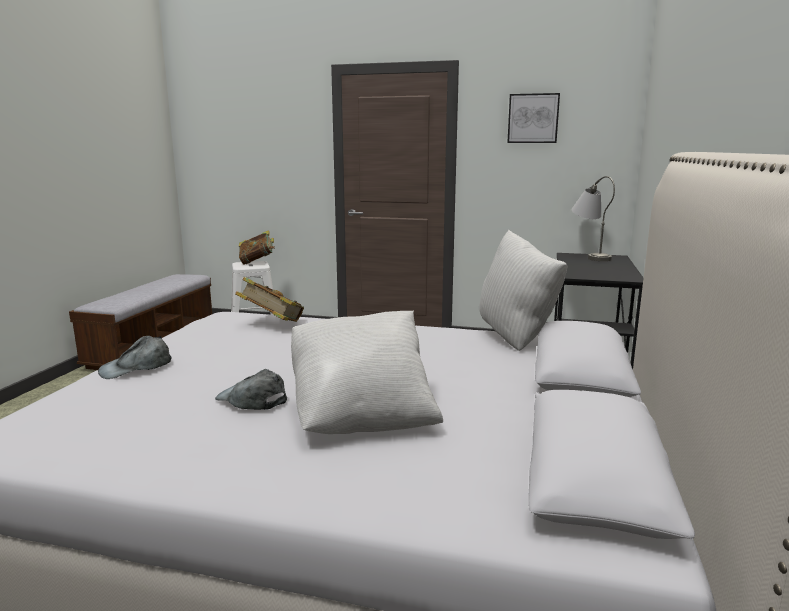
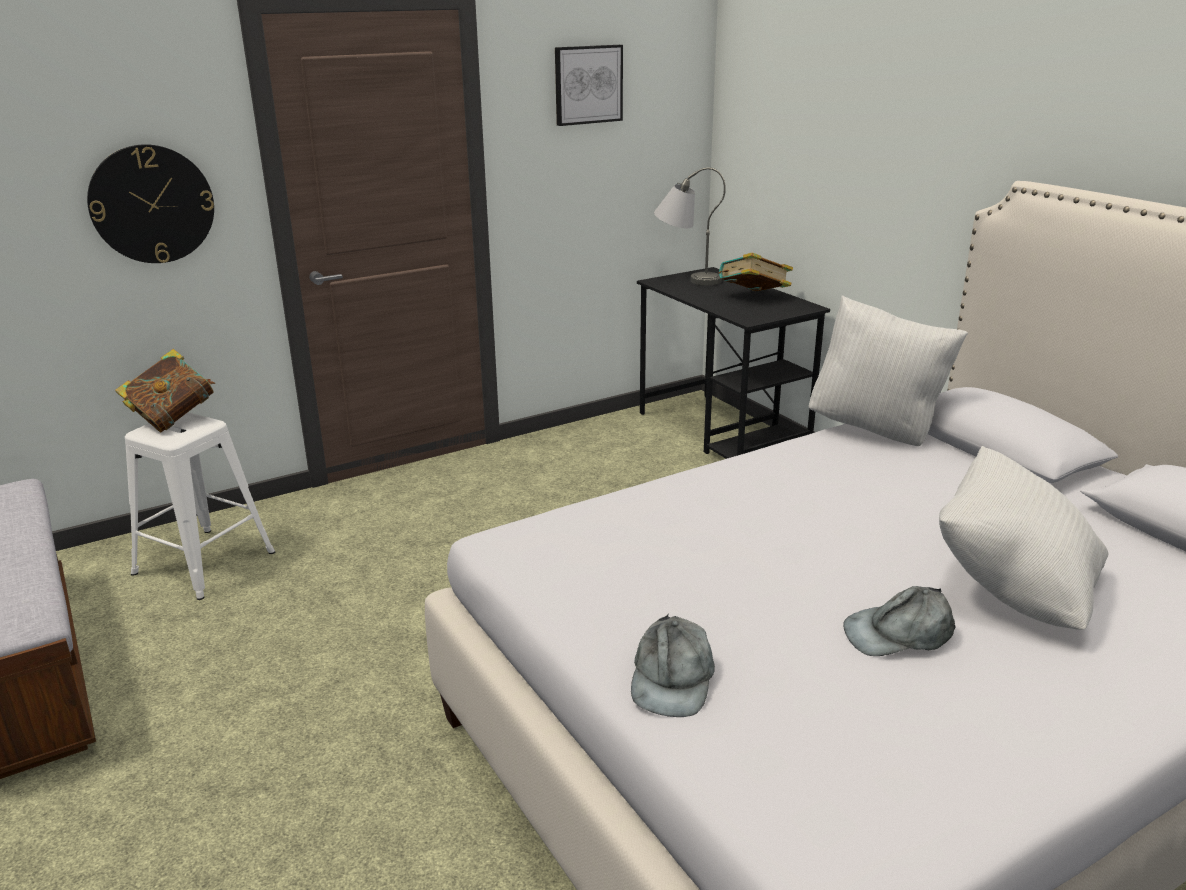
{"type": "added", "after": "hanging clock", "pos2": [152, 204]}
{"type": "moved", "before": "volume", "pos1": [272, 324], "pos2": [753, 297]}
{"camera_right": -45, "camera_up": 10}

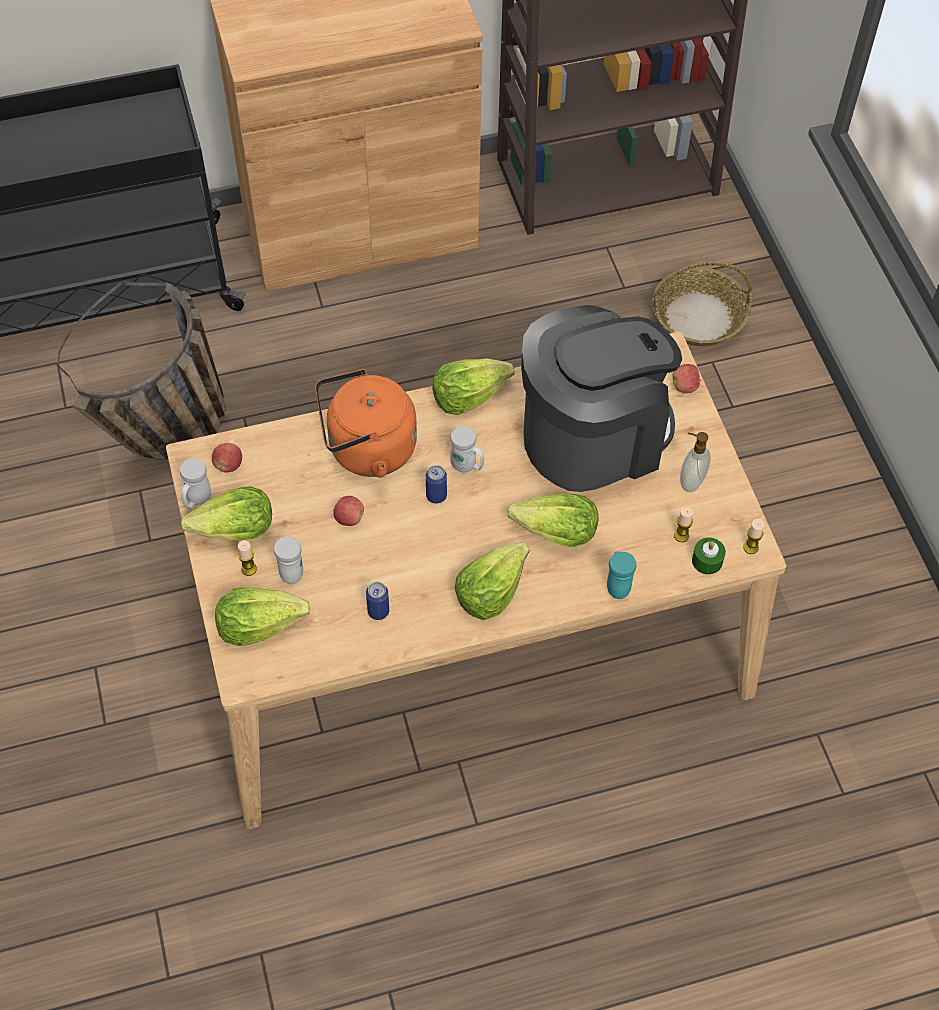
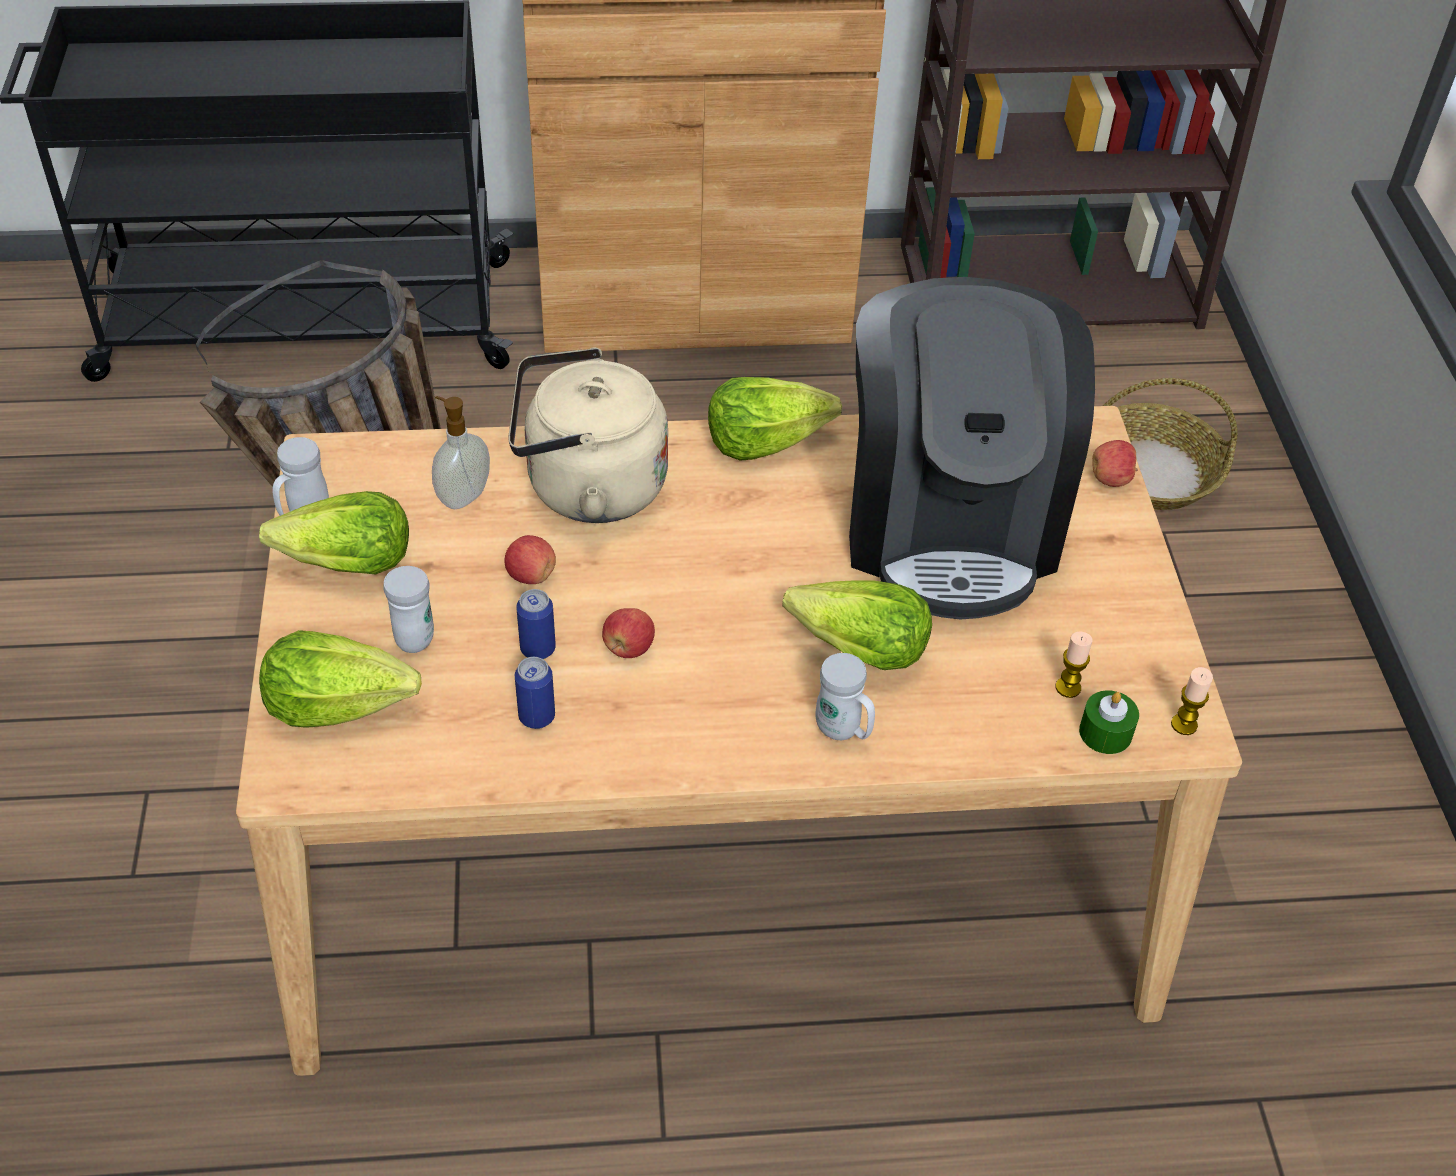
{"type": "moved", "before": "liquid soap bottle", "pos1": [690, 481], "pos2": [462, 495]}
{"type": "recoloured", "before": "orange water kettle", "after": "beige water kettle", "pos1": [366, 450], "pos2": [587, 487]}
{"type": "moved", "before": "sealed can", "pos1": [436, 496], "pos2": [538, 649]}
{"type": "moved", "before": "apple", "pos1": [228, 465], "pos2": [628, 648]}
{"type": "moved", "before": "white-coloured coffee mug", "pos1": [467, 466], "pos2": [843, 731]}
{"type": "turned", "before": "coffee maker", "pos1": [593, 436], "pos2": [949, 523], "turn": 105}
{"type": "removed", "before": "wax light", "pos1": [249, 569]}
{"type": "removed", "before": "lettuce", "pos1": [490, 591]}
{"type": "removed", "before": "blue-green coffee mug", "pos1": [617, 585]}
{"camera_right": 10, "camera_up": -10}

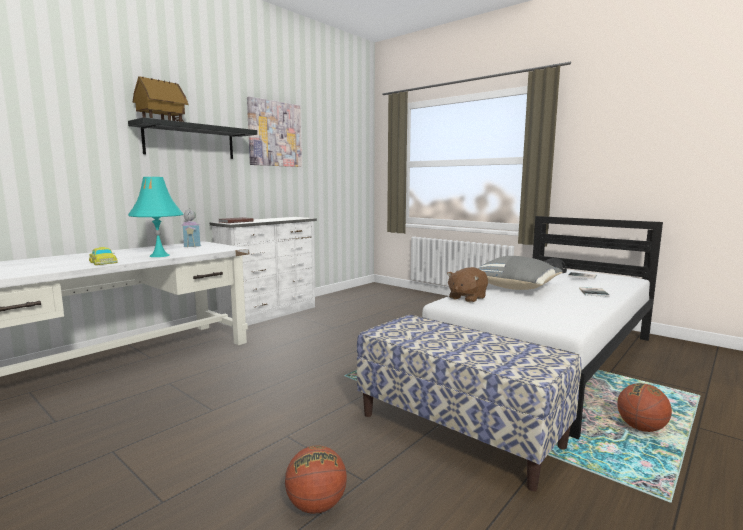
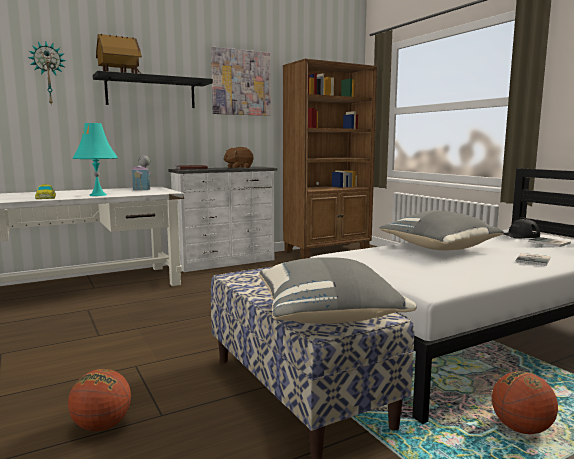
{"type": "added", "after": "hanging clock", "pos2": [48, 73]}
{"type": "moved", "before": "brownish soft toy", "pos1": [466, 298], "pos2": [238, 168]}
{"type": "added", "after": "gray throw pillow", "pos2": [329, 317]}
{"type": "added", "after": "brownish bookcase", "pos2": [328, 251]}
{"camera_right": 20, "camera_up": 0}

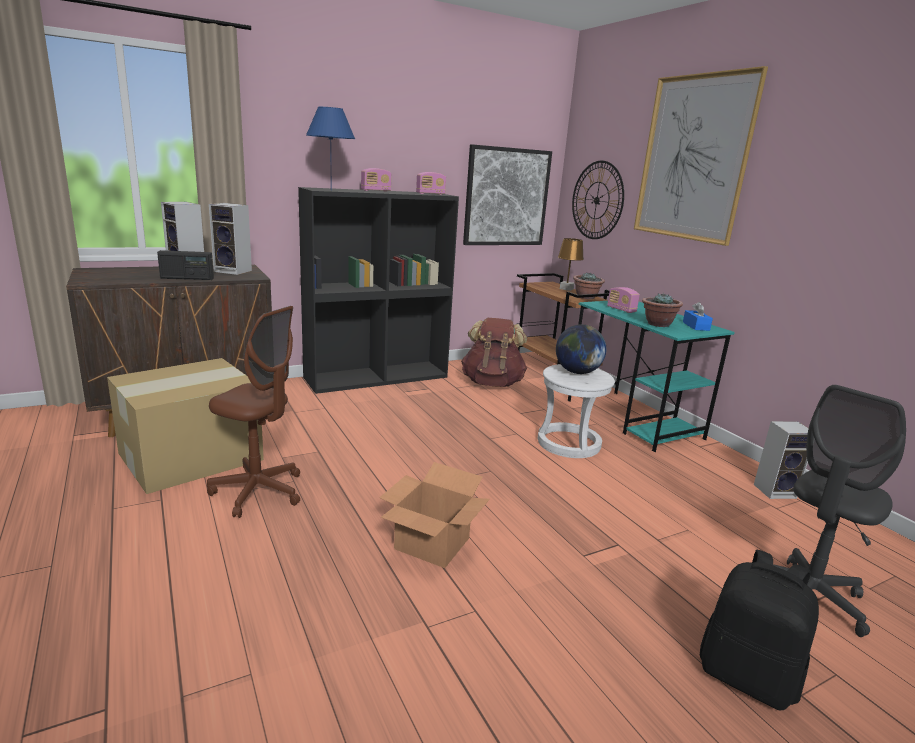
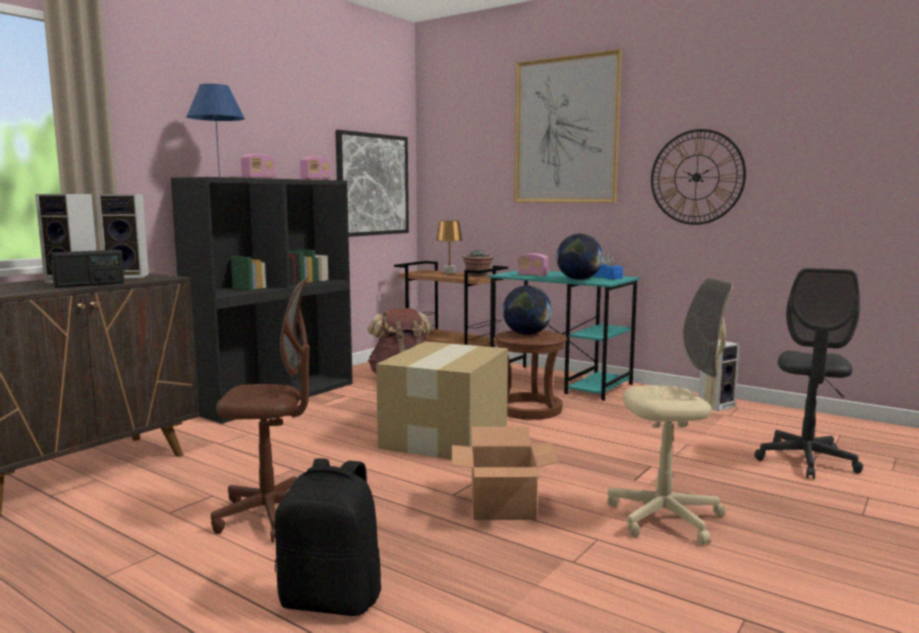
{"type": "moved", "before": "blackish rucksack", "pos1": [747, 676], "pos2": [332, 599]}
{"type": "moved", "before": "carton", "pos1": [193, 456], "pos2": [447, 435]}
{"type": "recoloured", "before": "white-coloured sitting stool", "after": "brownish sitting stool", "pos1": [568, 443], "pos2": [529, 409]}
{"type": "replaced", "before": "houseplant", "after": "globe", "pos1": [658, 324], "pos2": [578, 279]}
{"type": "added", "after": "beige desk chair", "pos2": [665, 518]}
{"type": "moved", "before": "hanging clock", "pos1": [597, 200], "pos2": [696, 177]}
{"camera_right": -25, "camera_up": -10}

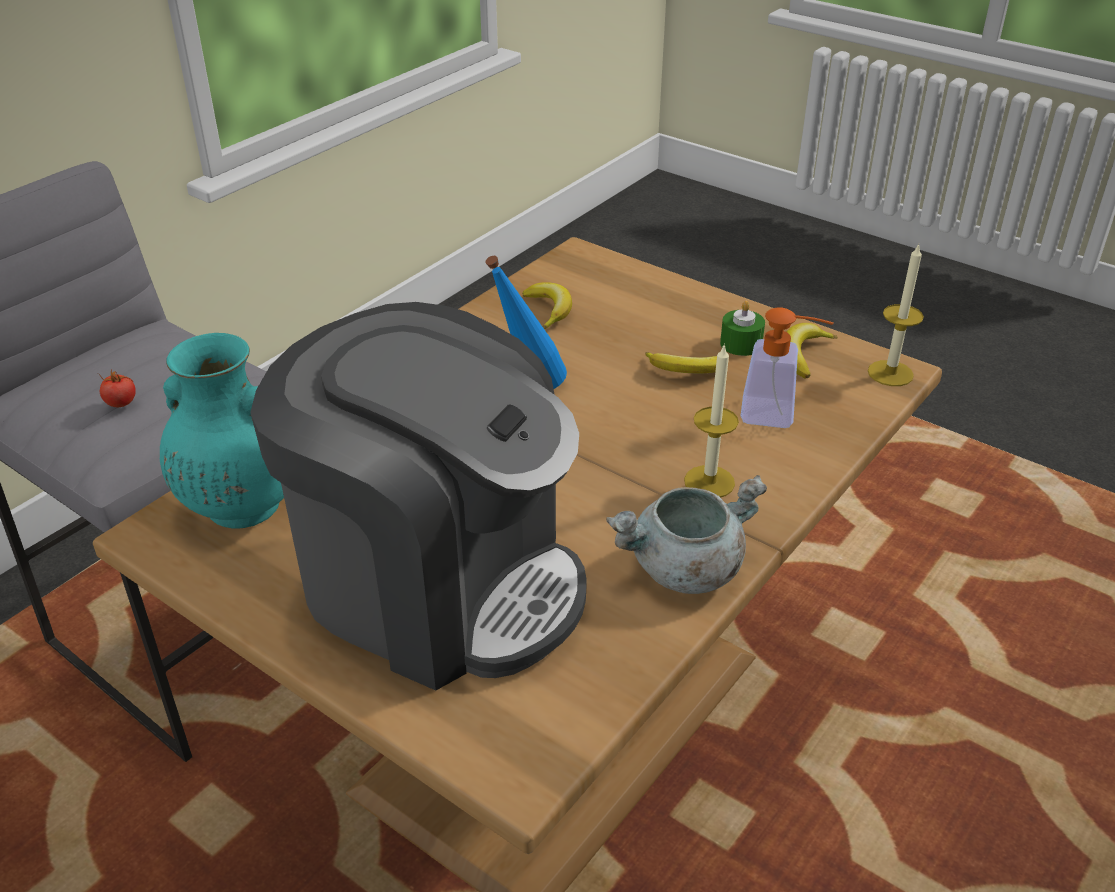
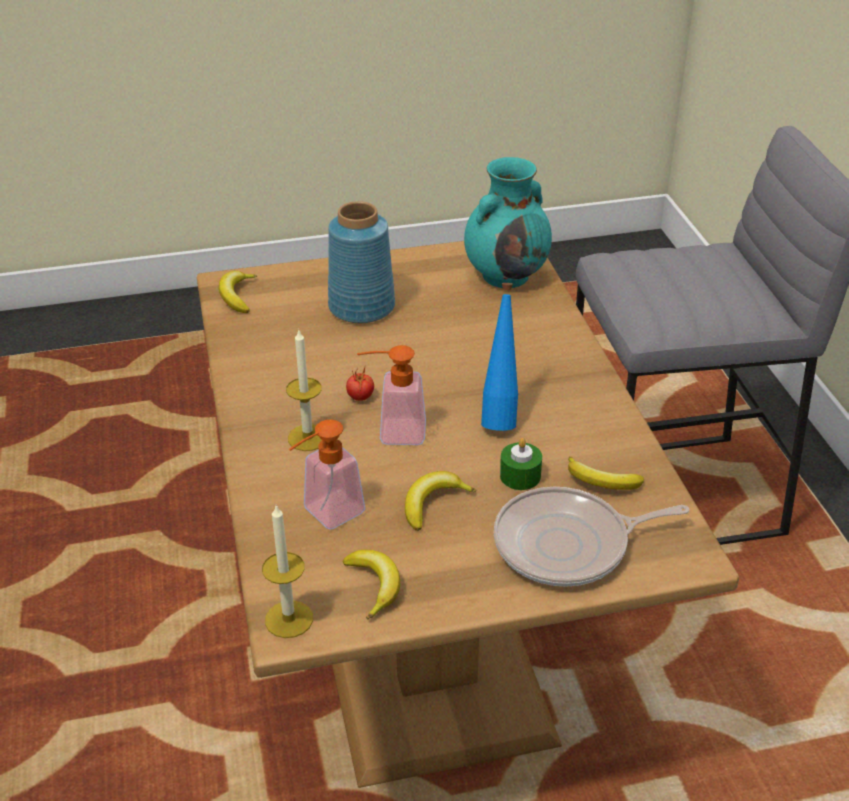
{"type": "added", "after": "whole banana", "pos2": [237, 296]}
{"type": "replaced", "before": "coffee maker", "after": "bluish flower vase", "pos1": [438, 583], "pos2": [362, 307]}
{"type": "moved", "before": "fresh tomato", "pos1": [121, 403], "pos2": [360, 397]}
{"type": "added", "after": "liquid soap bottle", "pos2": [393, 432]}
{"type": "added", "after": "skillet", "pos2": [568, 545]}
{"type": "moved", "before": "green wax light", "pos1": [741, 344], "pos2": [520, 476]}
{"type": "removed", "before": "gray cooking pot", "pos1": [684, 570]}
{"camera_right": 130, "camera_up": 0}

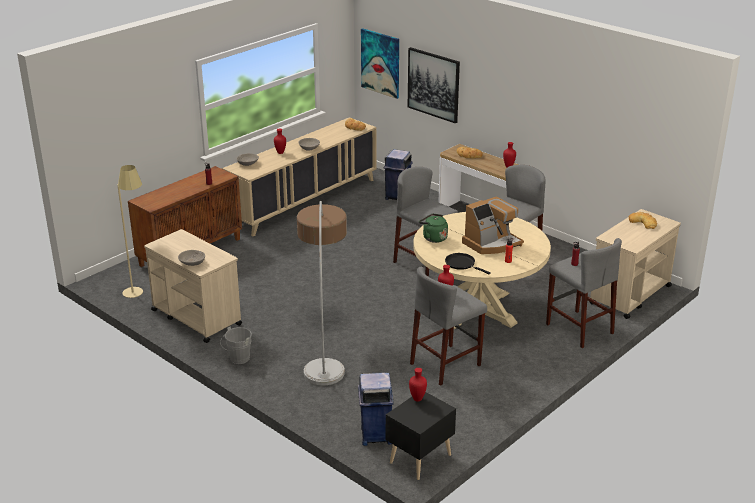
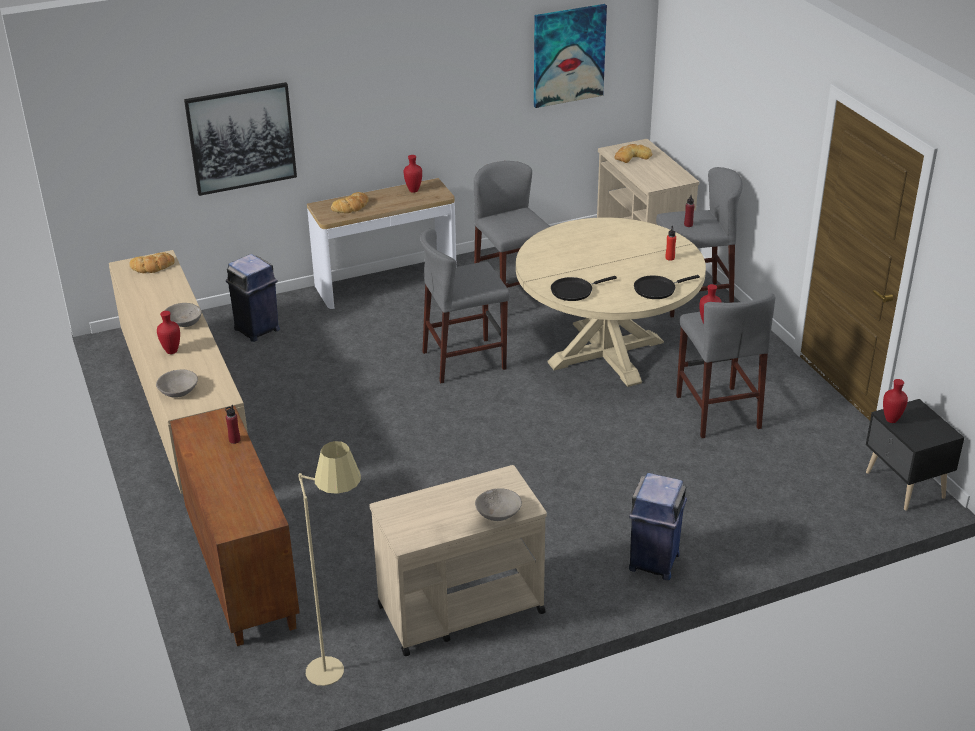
{"type": "moved", "before": "picture", "pos1": [380, 63], "pos2": [568, 55]}
{"type": "replaced", "before": "green water kettle", "after": "blackish skillet", "pos1": [433, 238], "pos2": [574, 291]}
{"type": "moved", "before": "bluish trash can", "pos1": [375, 435], "pos2": [653, 562]}
{"type": "removed", "before": "gray bucket", "pos1": [238, 359]}
{"type": "removed", "before": "floor lamp", "pos1": [324, 341]}
{"type": "removed", "before": "coffee maker", "pos1": [492, 243]}
{"camera_right": -65, "camera_up": 5}

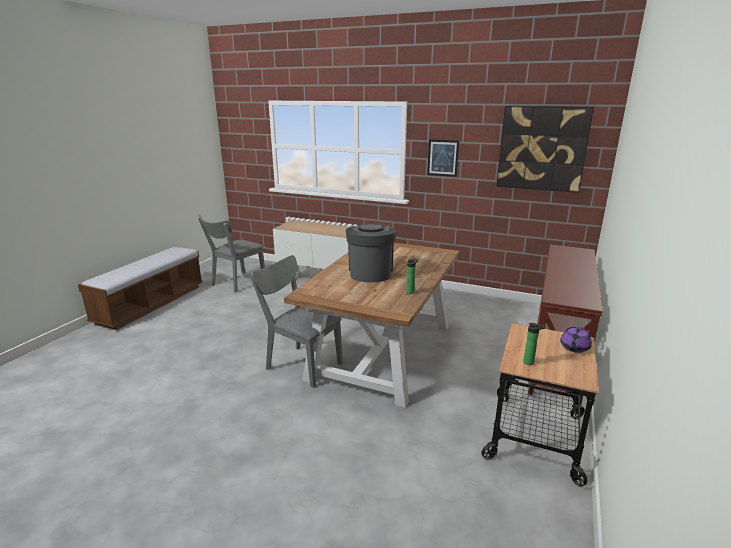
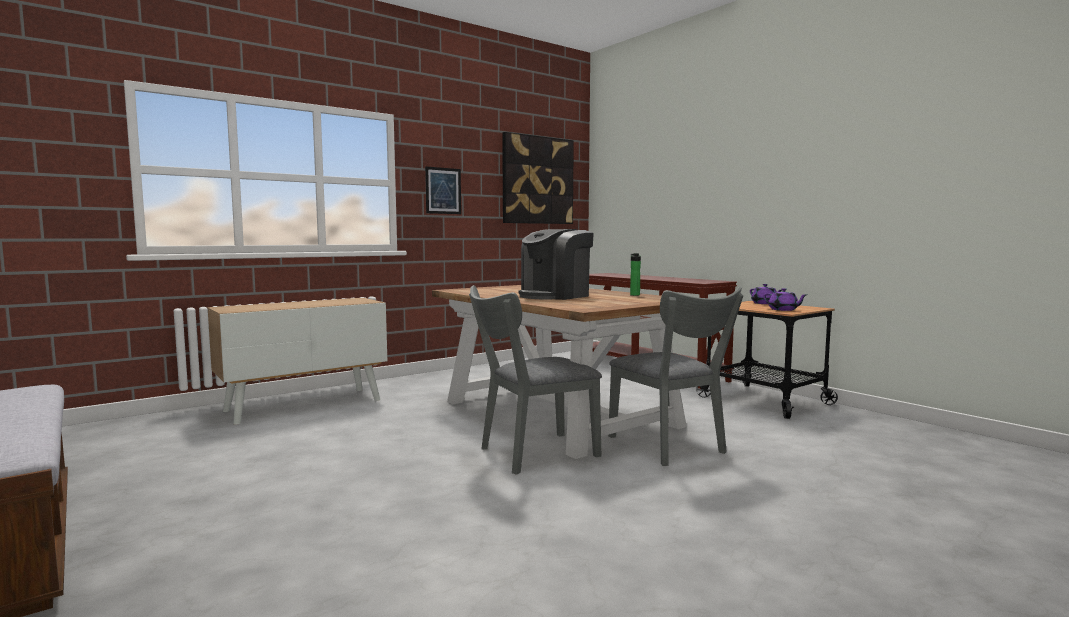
{"type": "turned", "before": "coffee maker", "pos1": [370, 272], "pos2": [555, 296], "turn": -75}
{"type": "moved", "before": "gray plain chair", "pos1": [236, 283], "pos2": [670, 447]}
{"type": "replaced", "before": "drink bottle", "after": "purple-coloured pot for tea", "pos1": [530, 362], "pos2": [783, 310]}
{"camera_right": -60, "camera_up": -15}

